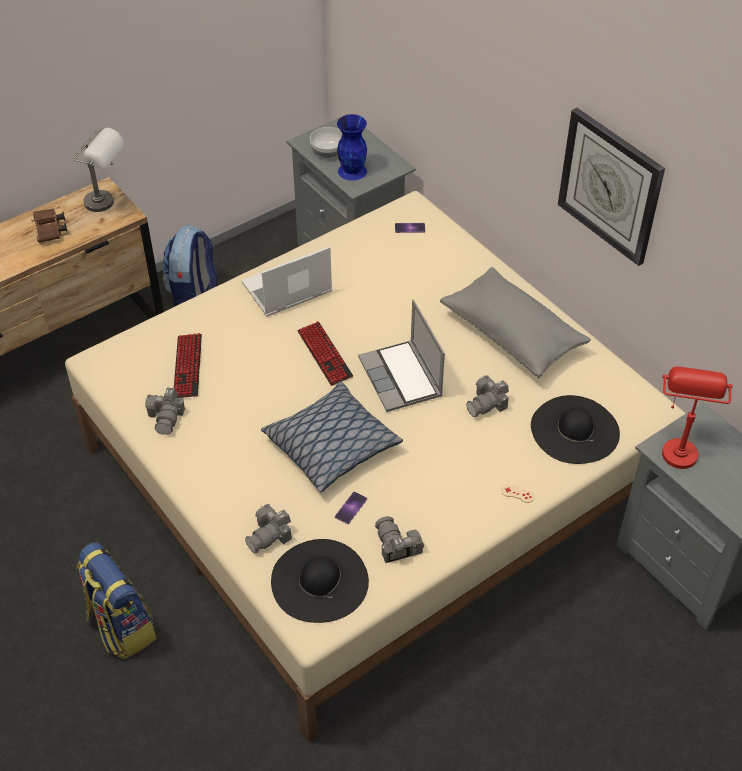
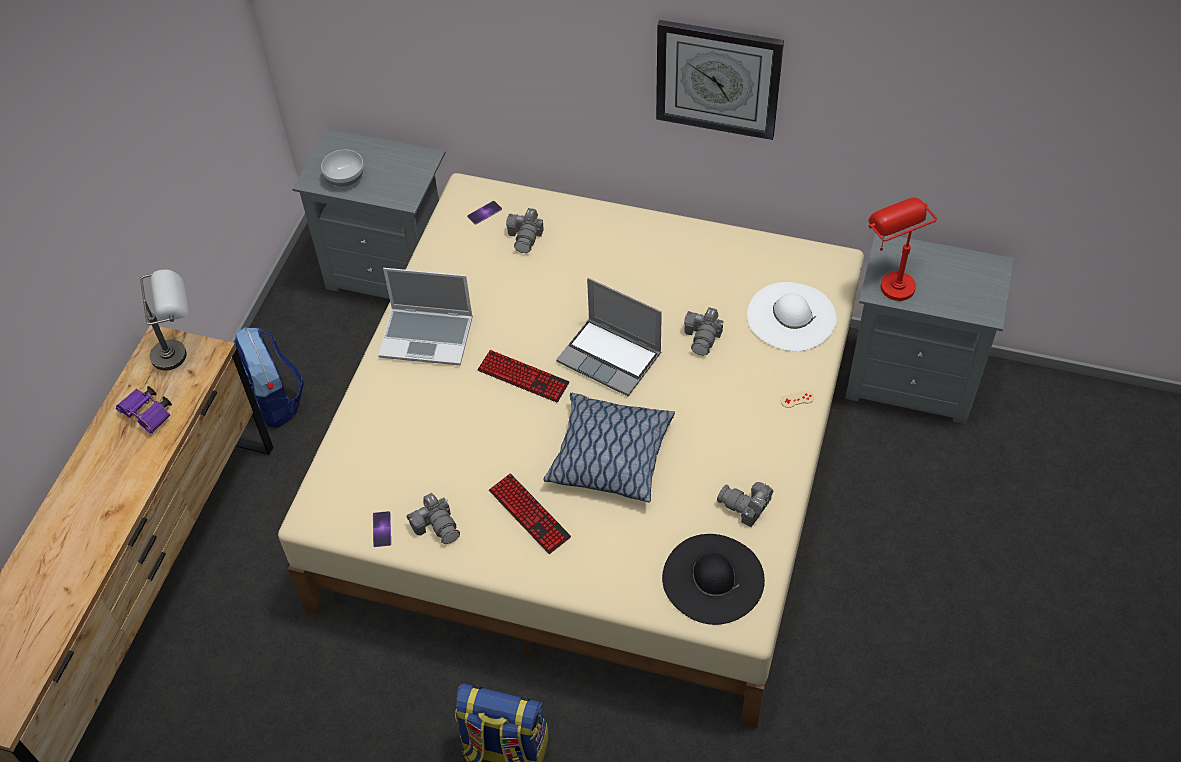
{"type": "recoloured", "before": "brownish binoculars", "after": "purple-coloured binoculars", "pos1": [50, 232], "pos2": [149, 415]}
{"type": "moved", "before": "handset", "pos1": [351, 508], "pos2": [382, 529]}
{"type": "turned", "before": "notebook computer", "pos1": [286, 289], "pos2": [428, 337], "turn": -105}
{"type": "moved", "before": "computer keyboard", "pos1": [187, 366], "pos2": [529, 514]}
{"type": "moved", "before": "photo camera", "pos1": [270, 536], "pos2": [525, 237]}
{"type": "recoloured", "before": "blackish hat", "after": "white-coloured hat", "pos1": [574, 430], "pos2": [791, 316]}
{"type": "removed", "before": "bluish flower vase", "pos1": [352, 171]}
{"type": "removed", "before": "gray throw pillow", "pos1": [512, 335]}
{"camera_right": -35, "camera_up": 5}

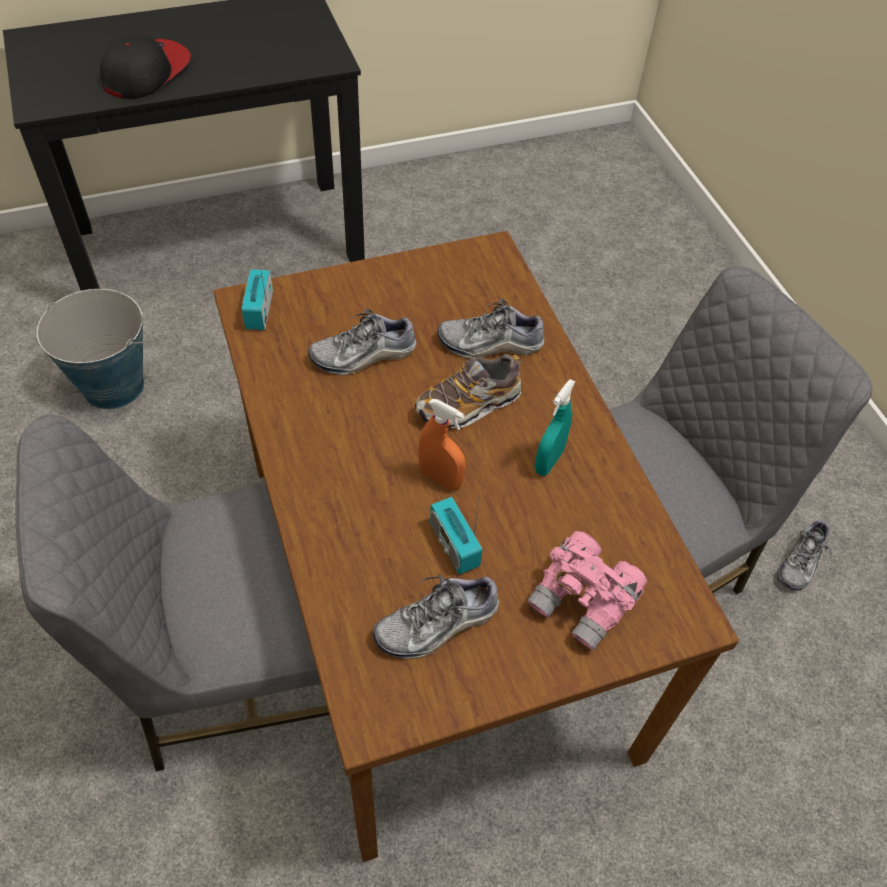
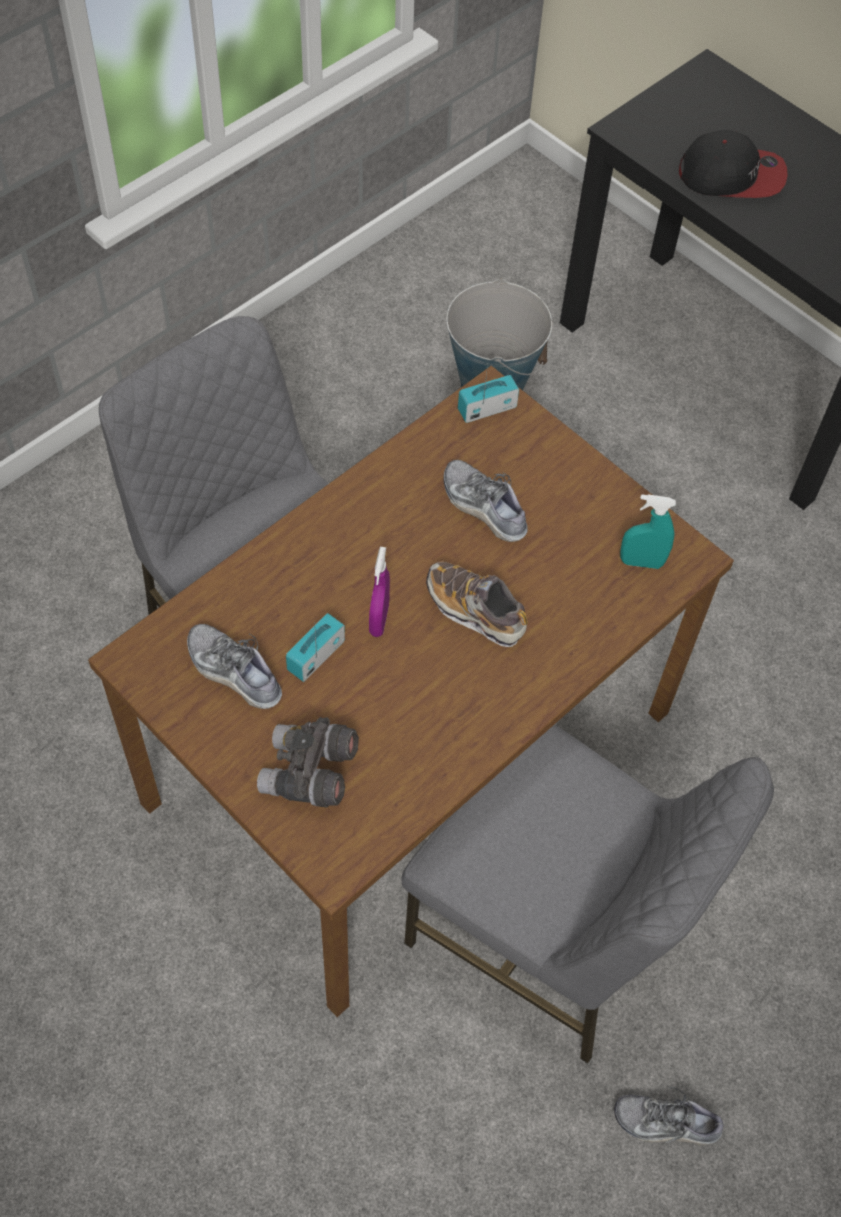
{"type": "recoloured", "before": "pink-coloured binoculars", "after": "gray binoculars", "pos1": [583, 601], "pos2": [309, 774]}
{"type": "recoloured", "before": "orange spray bottle", "after": "purple-coloured spray bottle", "pos1": [440, 478], "pos2": [379, 620]}
{"type": "moved", "before": "blue-green spray bottle", "pos1": [548, 461], "pos2": [641, 562]}
{"type": "removed", "before": "item of footwear", "pos1": [490, 344]}
{"camera_right": 65, "camera_up": 5}

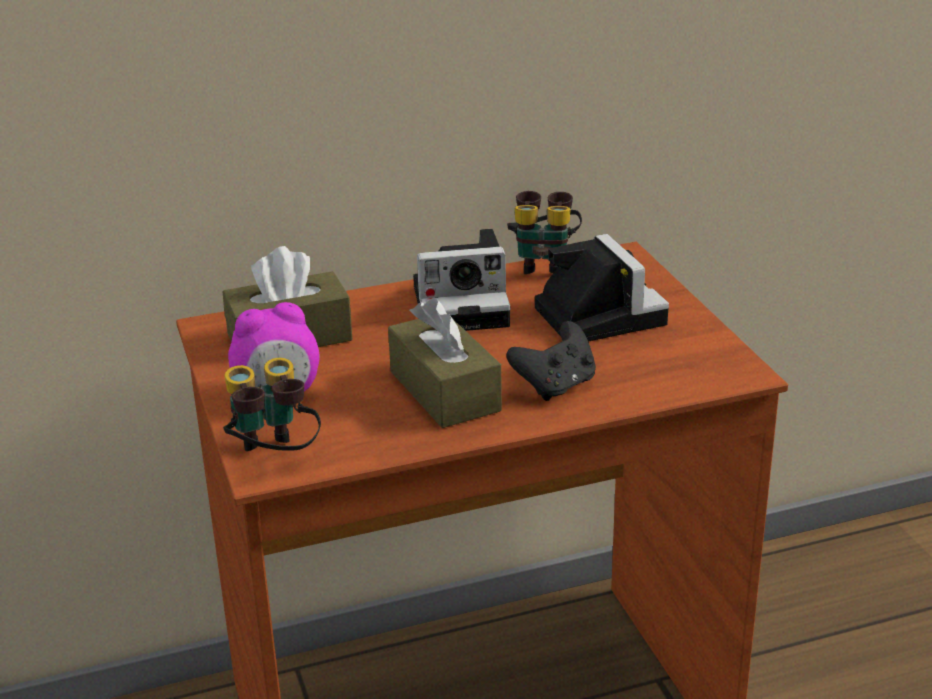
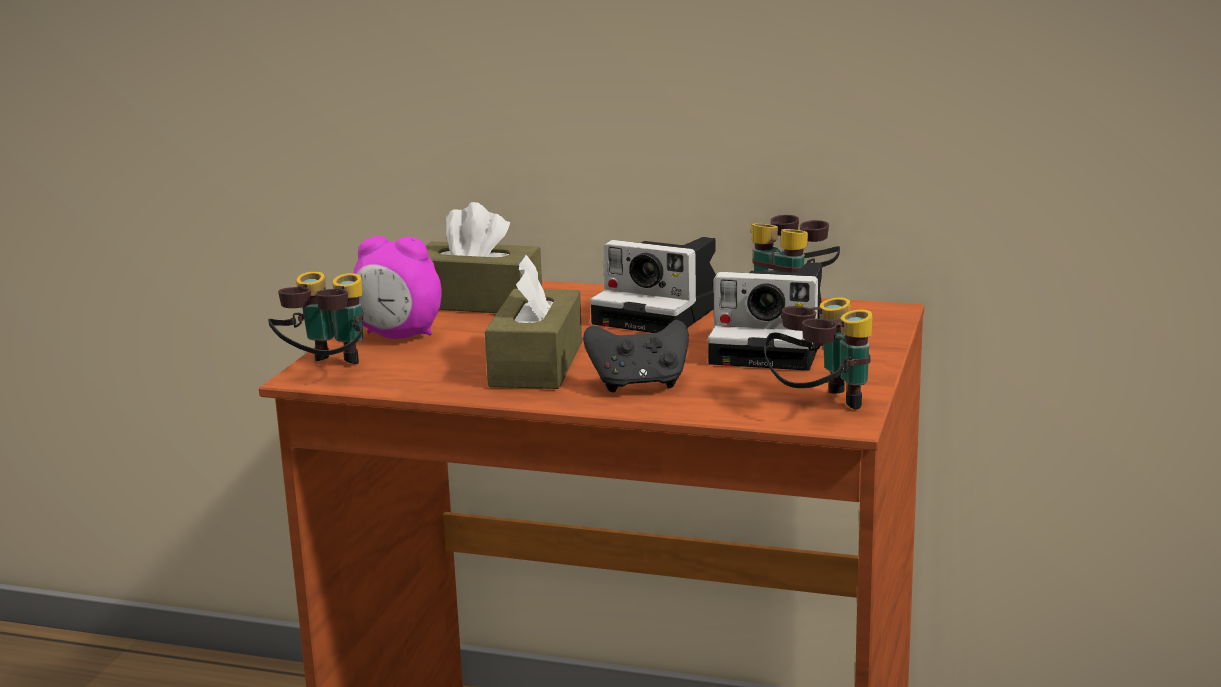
{"type": "turned", "before": "photo camera", "pos1": [596, 314], "pos2": [774, 346], "turn": 90}
{"type": "added", "after": "binoculars", "pos2": [819, 405]}
{"camera_right": 35, "camera_up": -10}

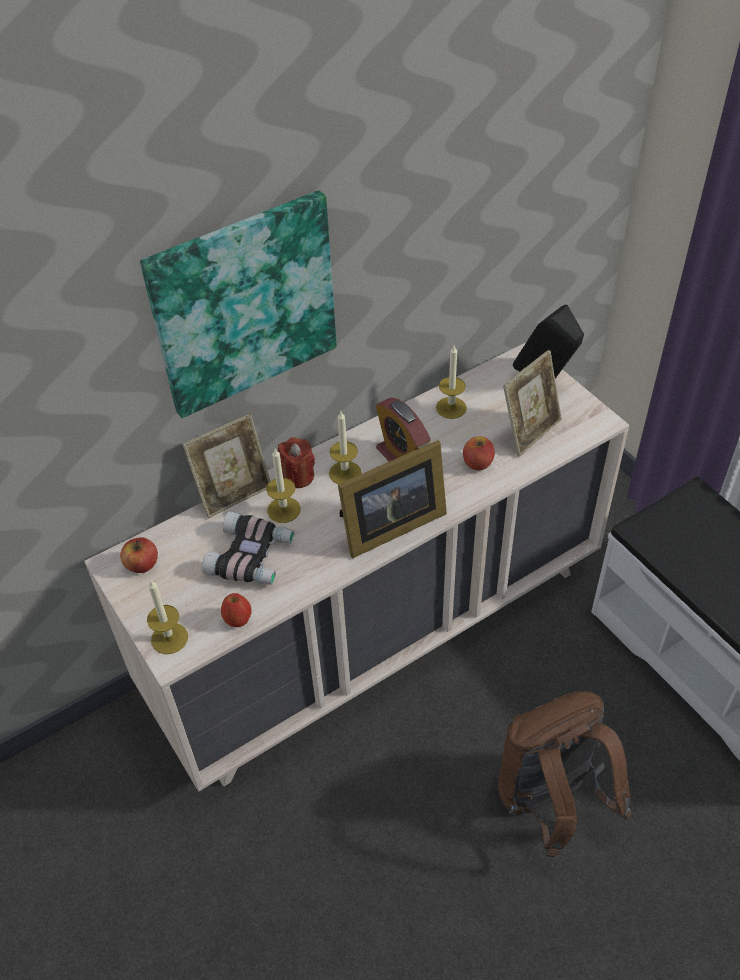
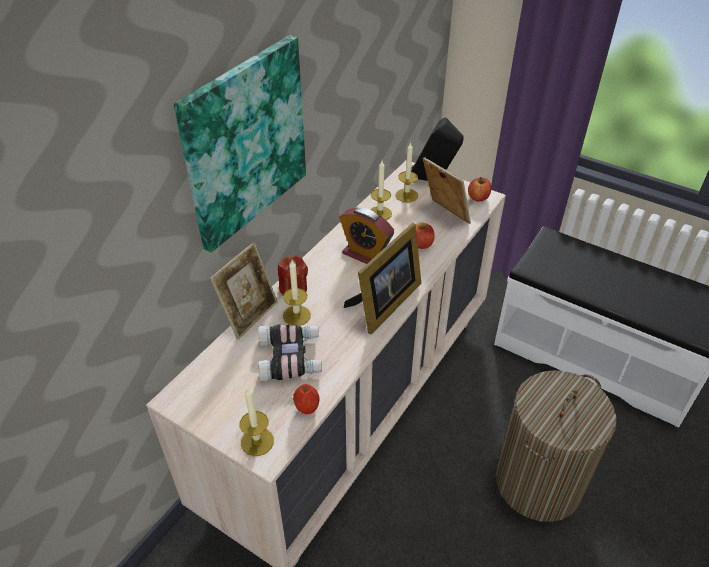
{"type": "moved", "before": "wax light", "pos1": [345, 473], "pos2": [406, 195]}
{"type": "turned", "before": "photo frame", "pos1": [530, 431], "pos2": [444, 215], "turn": -60}
{"type": "moved", "before": "apple", "pos1": [142, 564], "pos2": [478, 197]}
{"type": "replaced", "before": "brownish rucksack", "after": "laundry basket", "pos1": [550, 803], "pos2": [538, 482]}
{"camera_right": -25, "camera_up": -5}

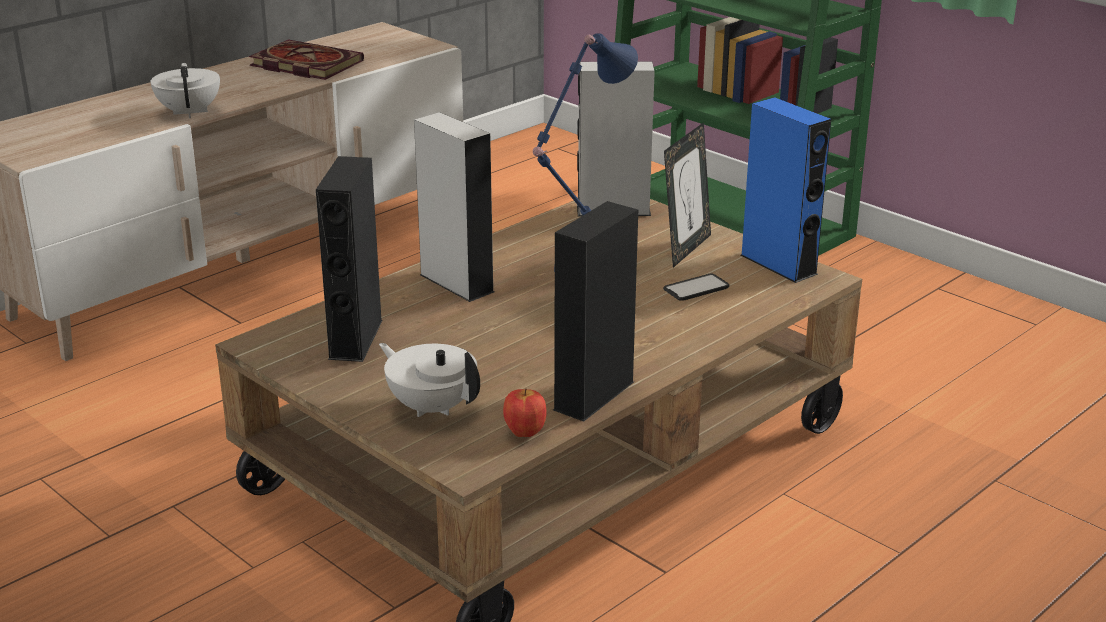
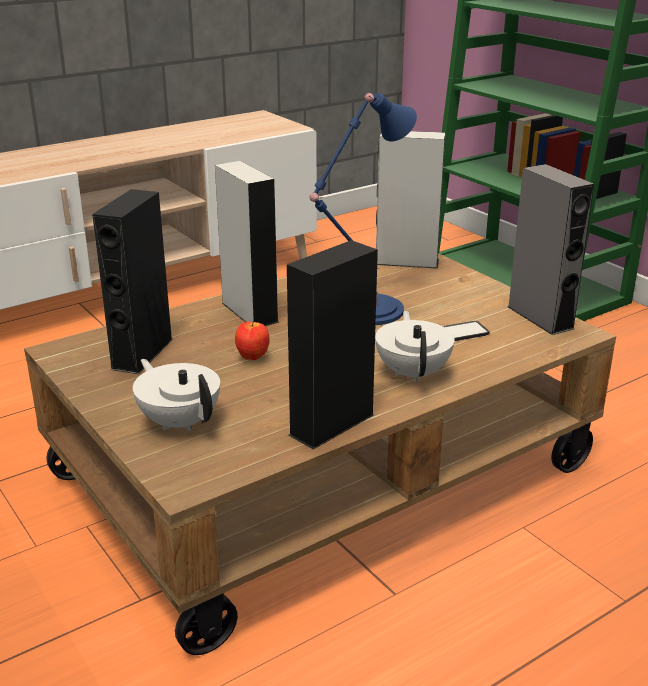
{"type": "moved", "before": "apple", "pos1": [524, 433], "pos2": [252, 357]}
{"type": "moved", "before": "white-coloured pot for tea", "pos1": [190, 112], "pos2": [413, 373]}
{"type": "recoloured", "before": "bluish audio speaker", "after": "gray audio speaker", "pos1": [778, 264], "pos2": [540, 317]}
{"type": "removed", "before": "volume", "pos1": [303, 64]}
{"type": "removed", "before": "photo frame", "pos1": [685, 249]}
{"camera_right": 10, "camera_up": 0}

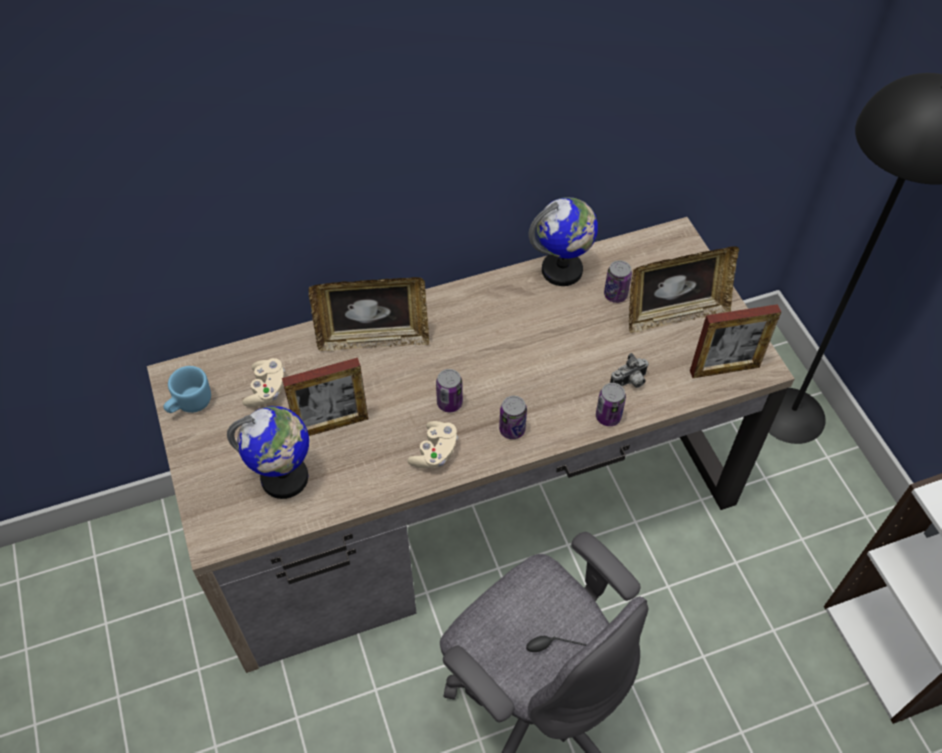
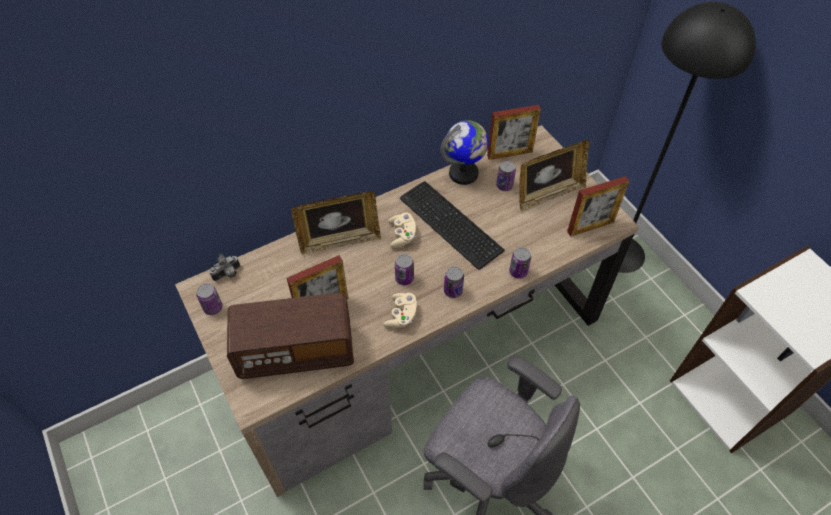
{"type": "replaced", "before": "bluish coffee mug", "after": "sealed can", "pos1": [189, 404], "pos2": [213, 307]}
{"type": "moved", "before": "photo camera", "pos1": [630, 383], "pos2": [228, 274]}
{"type": "replaced", "before": "globe", "after": "radio set", "pos1": [285, 478], "pos2": [296, 351]}
{"type": "moved", "before": "beige joypad", "pos1": [266, 390], "pos2": [402, 235]}
{"type": "added", "after": "computer keyboard", "pos2": [450, 226]}
{"type": "added", "after": "photo frame", "pos2": [509, 153]}
{"camera_right": -10, "camera_up": 0}

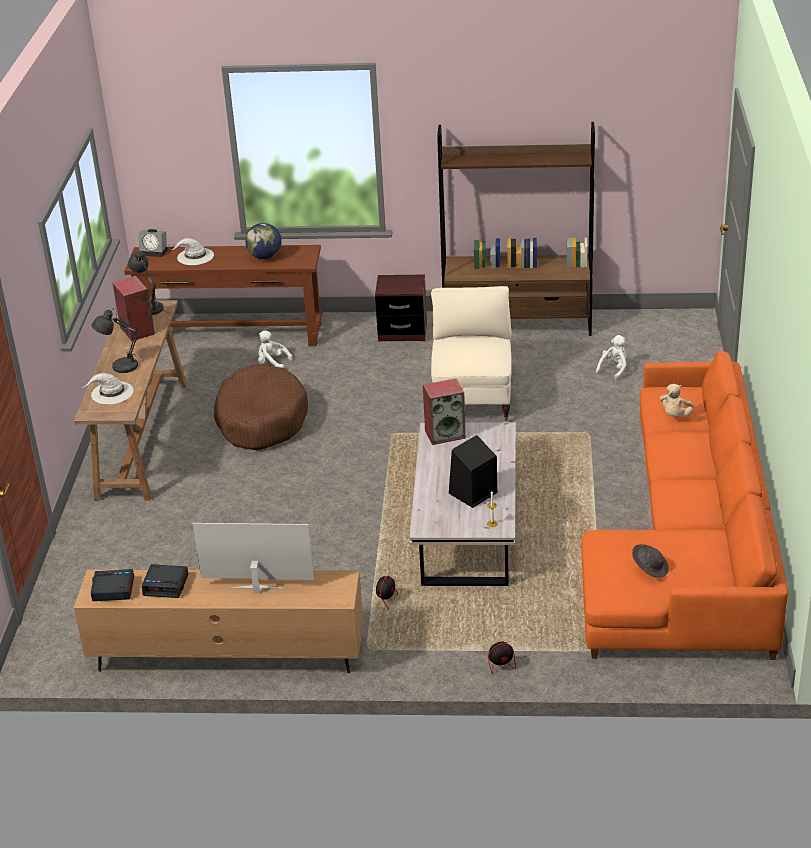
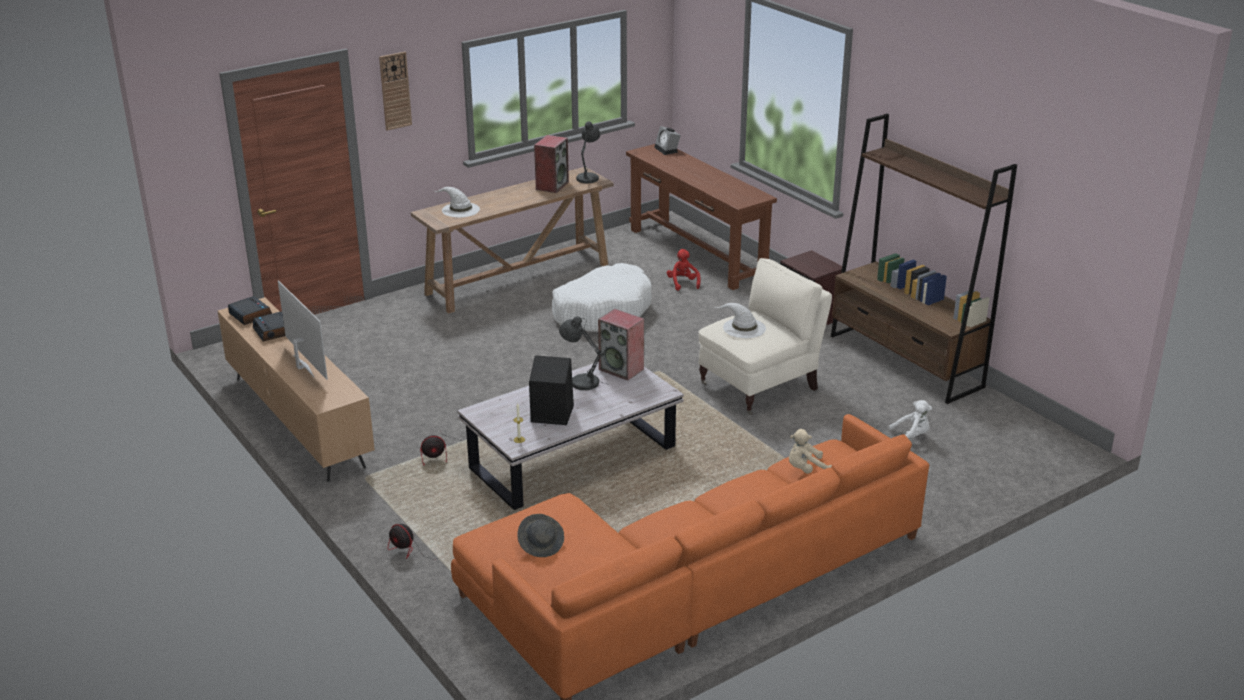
{"type": "added", "after": "hanging clock", "pos2": [395, 91]}
{"type": "recoloured", "before": "brownish dog cushion", "after": "white-coloured dog cushion", "pos1": [261, 420], "pos2": [602, 311]}
{"type": "moved", "before": "gray tabletop lamp", "pos1": [121, 366], "pos2": [582, 382]}
{"type": "recoloured", "before": "white-coloured soft toy", "after": "reddish soft toy", "pos1": [272, 363], "pos2": [683, 283]}
{"type": "moved", "before": "white-coloured hat", "pos1": [195, 256], "pos2": [743, 328]}
{"type": "removed", "before": "globe", "pos1": [265, 257]}
{"camera_right": 50, "camera_up": -5}

